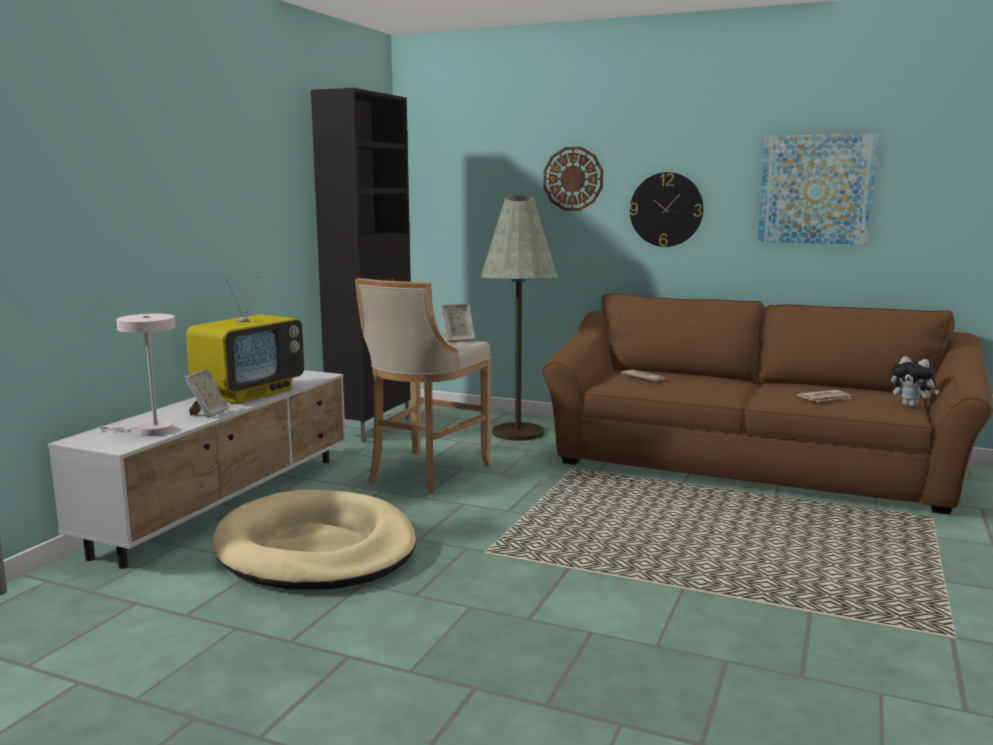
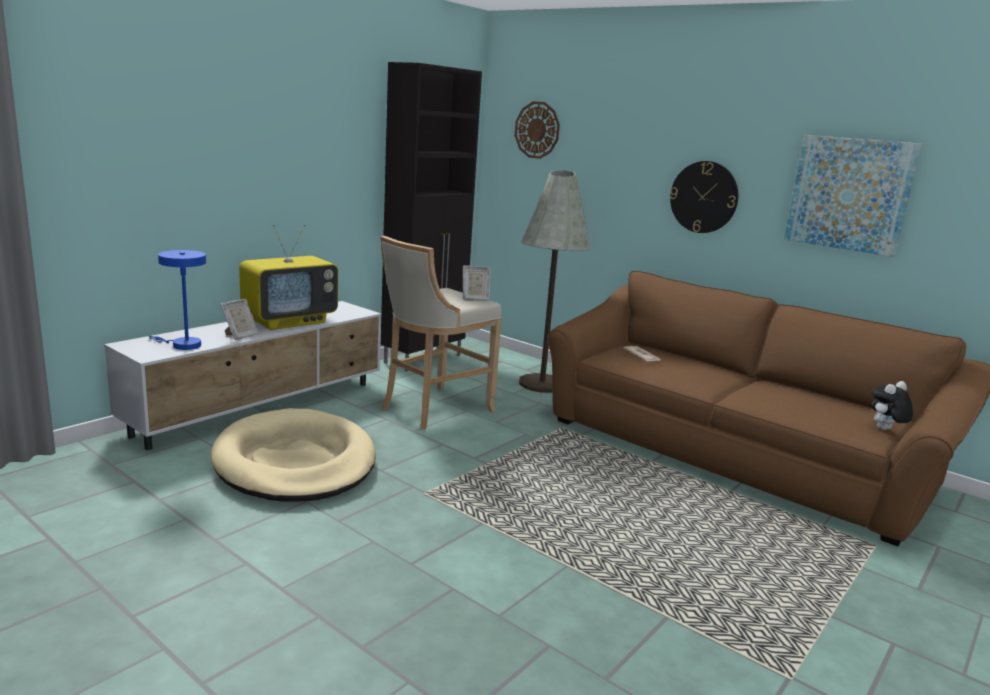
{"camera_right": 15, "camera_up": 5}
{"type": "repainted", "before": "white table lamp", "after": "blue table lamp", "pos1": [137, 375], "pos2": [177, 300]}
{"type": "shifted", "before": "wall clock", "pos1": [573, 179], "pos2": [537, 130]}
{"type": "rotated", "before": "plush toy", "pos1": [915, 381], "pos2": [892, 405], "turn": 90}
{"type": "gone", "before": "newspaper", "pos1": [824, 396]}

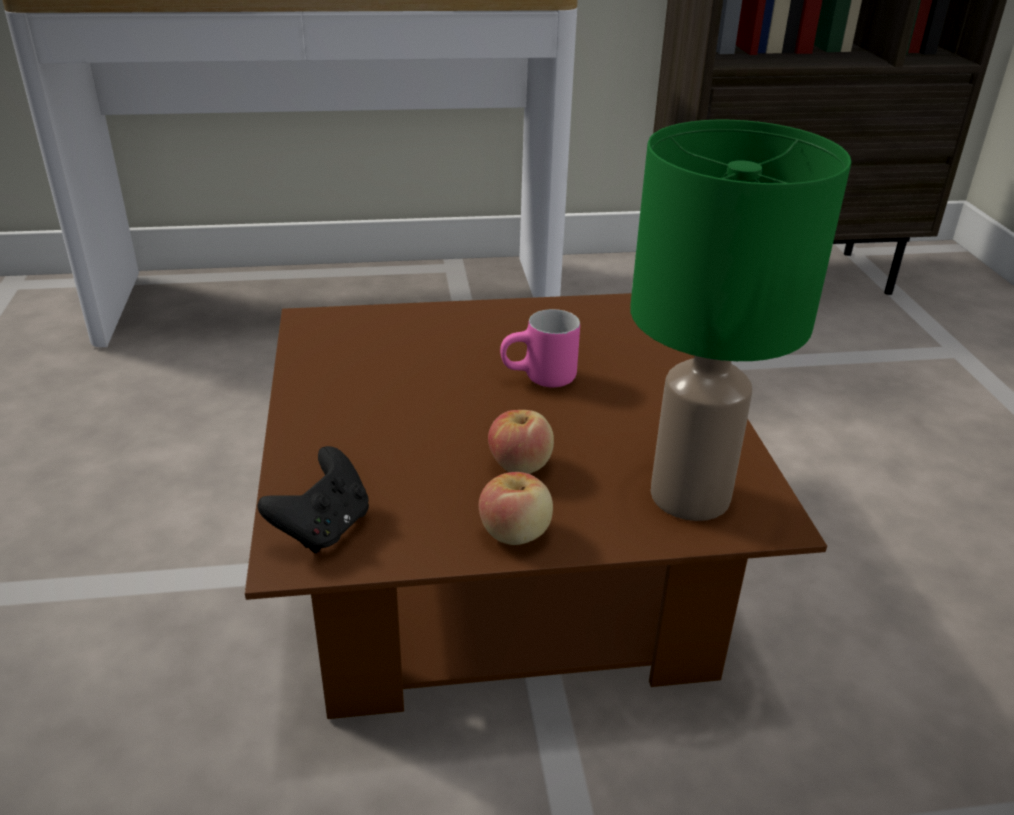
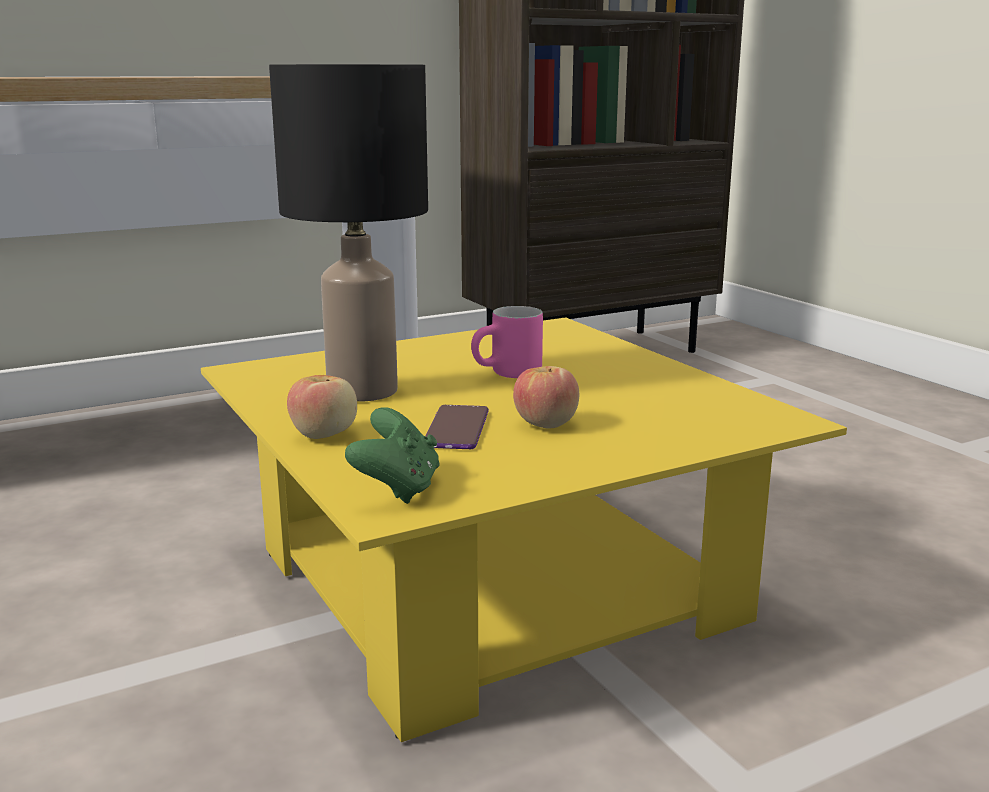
{"camera_right": -20, "camera_up": -15}
{"type": "repainted", "before": "brown coffee table", "after": "yellow coffee table", "pos1": [536, 506], "pos2": [524, 529]}
{"type": "new", "after": "black table lamp", "pos2": [348, 233]}
{"type": "shifted", "before": "apple", "pos1": [516, 508], "pos2": [322, 407]}
{"type": "repainted", "before": "black game controller", "after": "green game controller", "pos1": [313, 499], "pos2": [392, 455]}
{"type": "new", "after": "phone", "pos2": [457, 427]}
{"type": "gone", "before": "green table lamp", "pos1": [740, 320]}

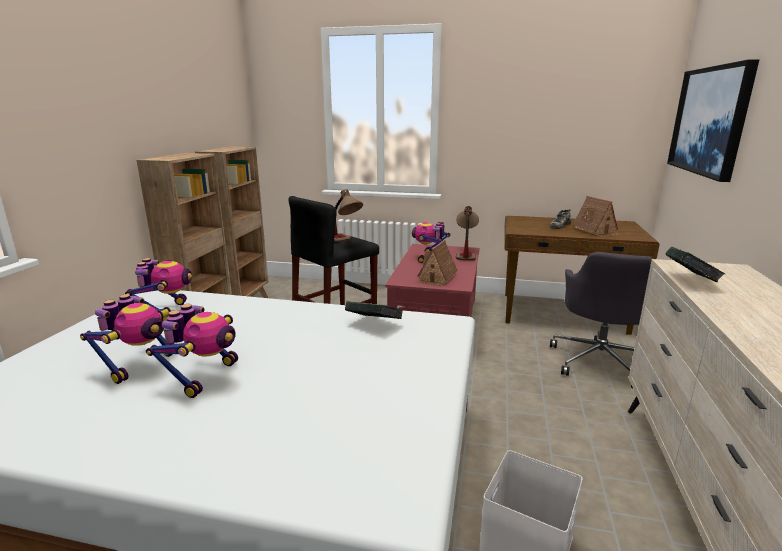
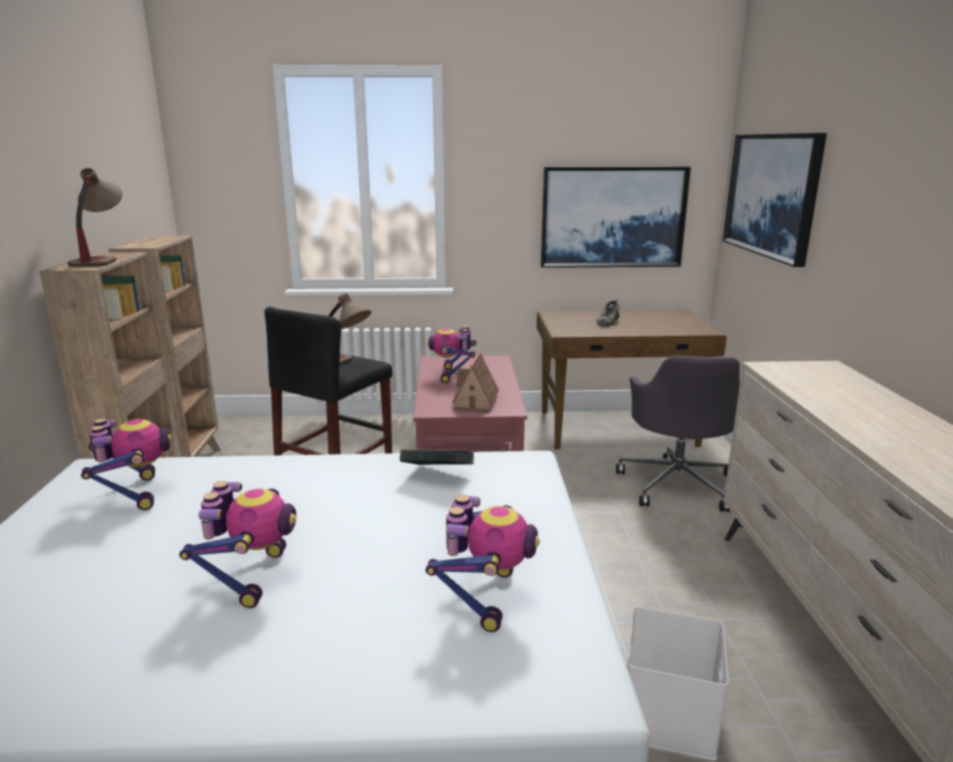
{"camera_right": -15, "camera_up": 0}
{"type": "shifted", "before": "table lamp", "pos1": [467, 233], "pos2": [95, 217]}
{"type": "shifted", "before": "toy robot", "pos1": [127, 339], "pos2": [482, 563]}
{"type": "new", "after": "picture", "pos2": [616, 217]}
{"type": "gone", "before": "toy house", "pos1": [596, 216]}
{"type": "gone", "before": "book", "pos1": [695, 264]}

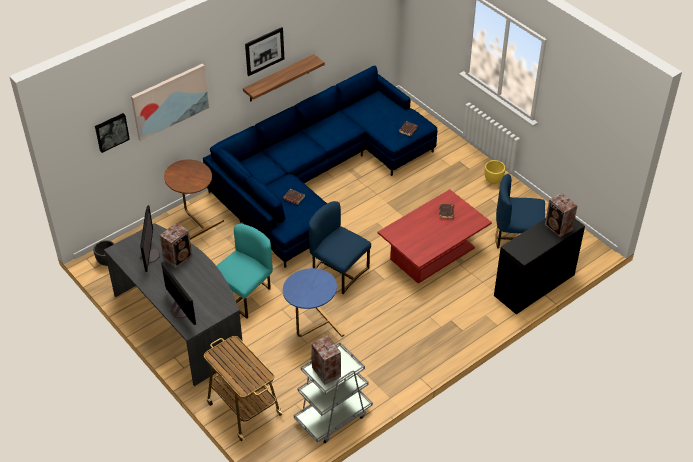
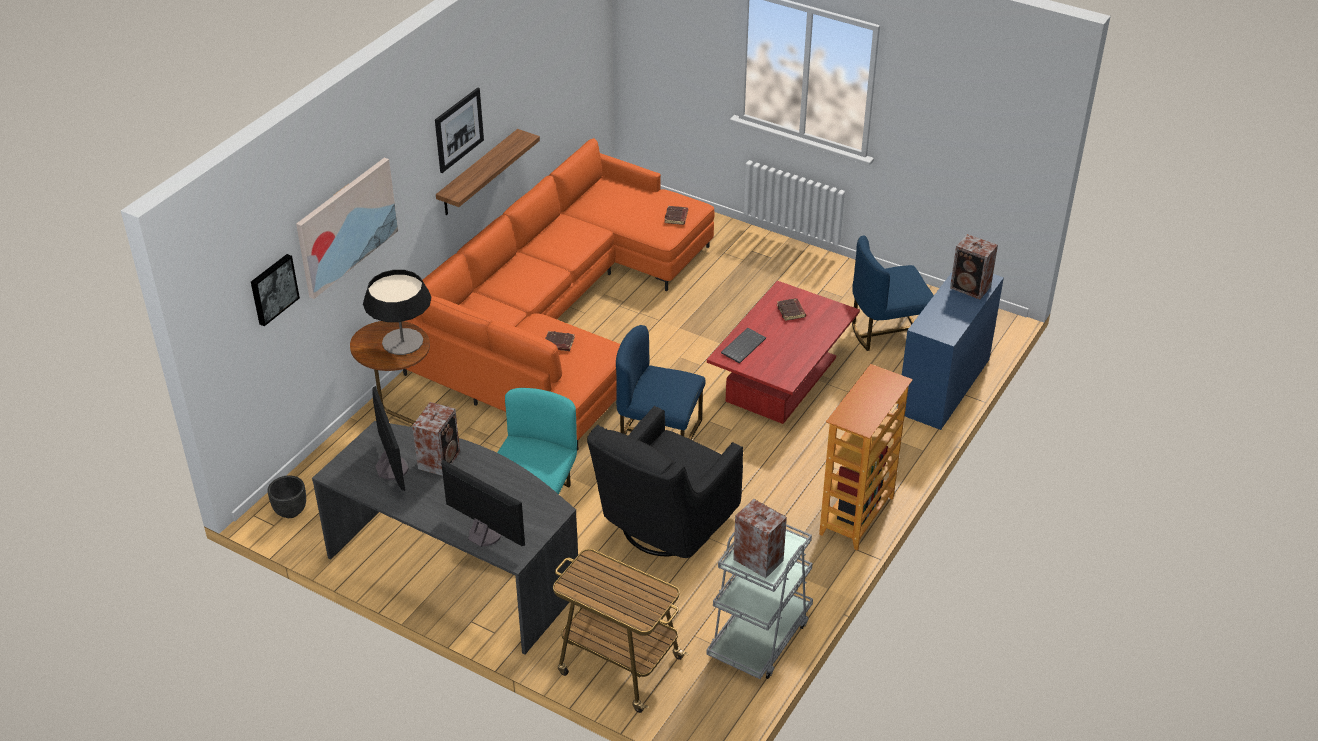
{"camera_right": -20, "camera_up": -5}
{"type": "new", "after": "table lamp", "pos2": [397, 312]}
{"type": "repainted", "before": "blue sofa", "after": "orange sofa", "pos1": [320, 167], "pos2": [559, 294]}
{"type": "swapped", "before": "blue side table", "after": "black armchair", "pos1": [313, 302], "pos2": [665, 482]}
{"type": "new", "after": "keyboard", "pos2": [743, 346]}
{"type": "new", "after": "bookcase", "pos2": [866, 457]}
{"type": "repainted", "before": "black desk", "after": "blue desk", "pos1": [539, 266], "pos2": [950, 351]}
{"type": "gone", "before": "yellow planter", "pos1": [495, 172]}

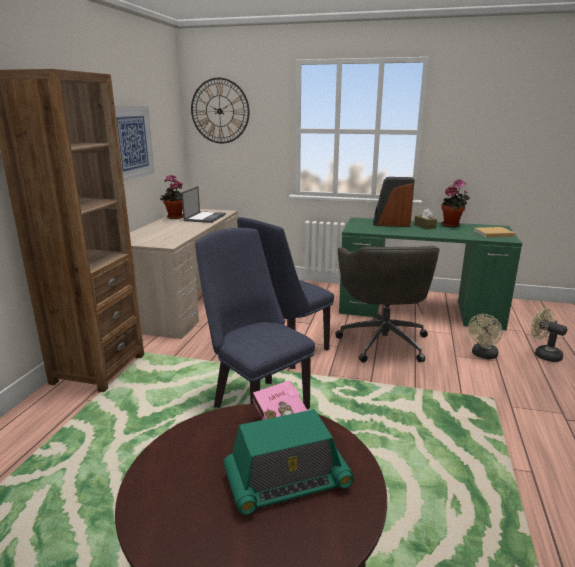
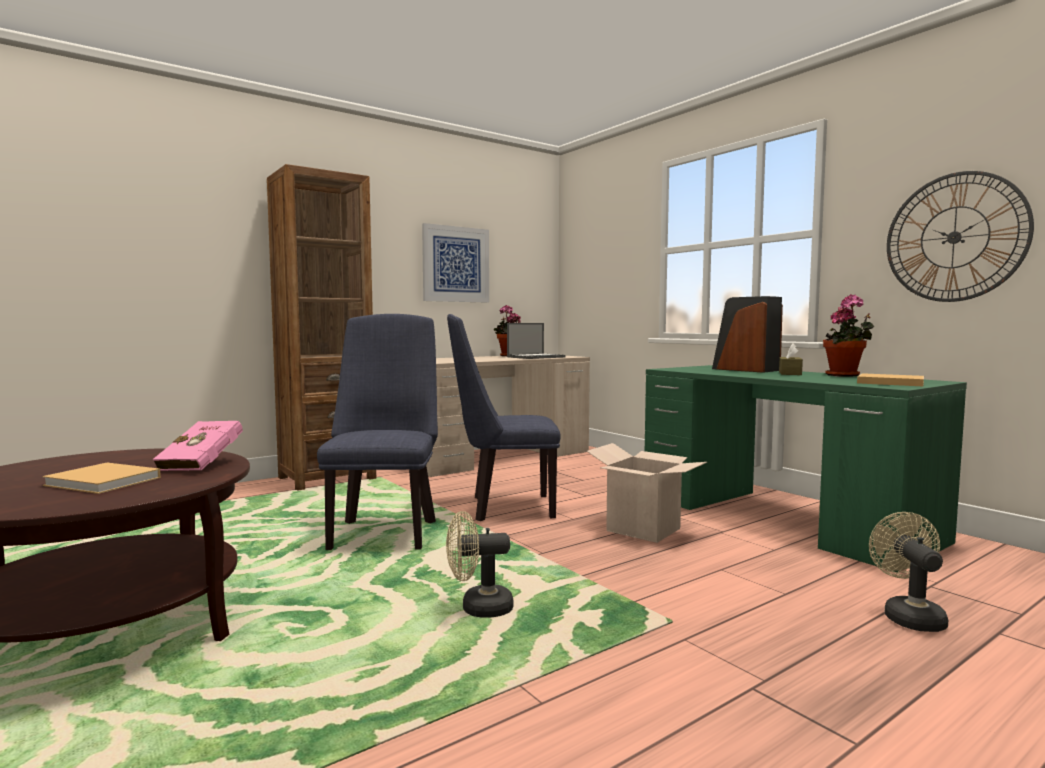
{"camera_right": 40, "camera_up": -15}
{"type": "swapped", "before": "radio", "after": "beige book", "pos1": [288, 462], "pos2": [101, 478]}
{"type": "shifted", "before": "beige fan", "pos1": [485, 336], "pos2": [479, 564]}
{"type": "swapped", "before": "grey office chair", "after": "cardboard box", "pos1": [387, 304], "pos2": [647, 493]}
{"type": "shifted", "before": "wall clock", "pos1": [220, 111], "pos2": [960, 236]}

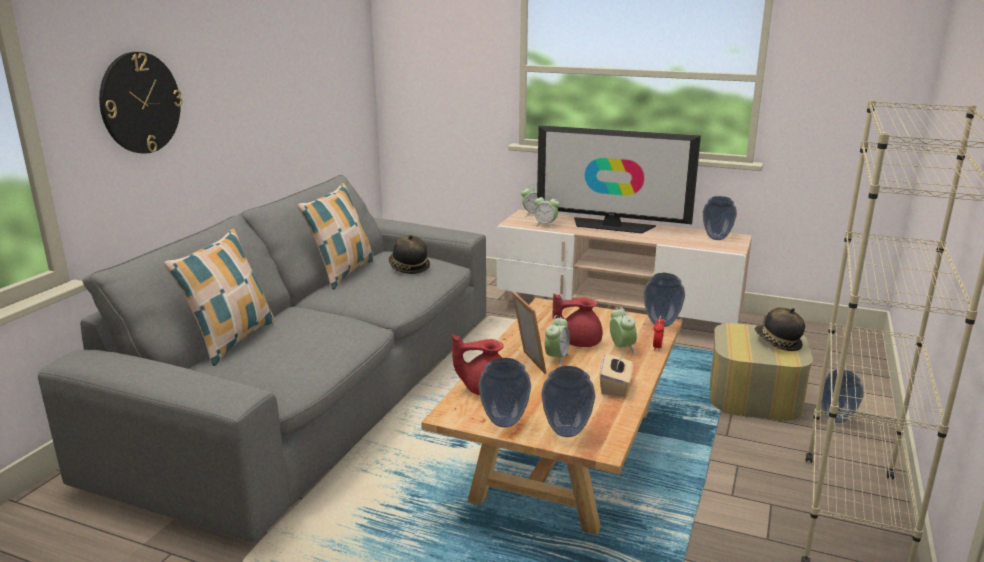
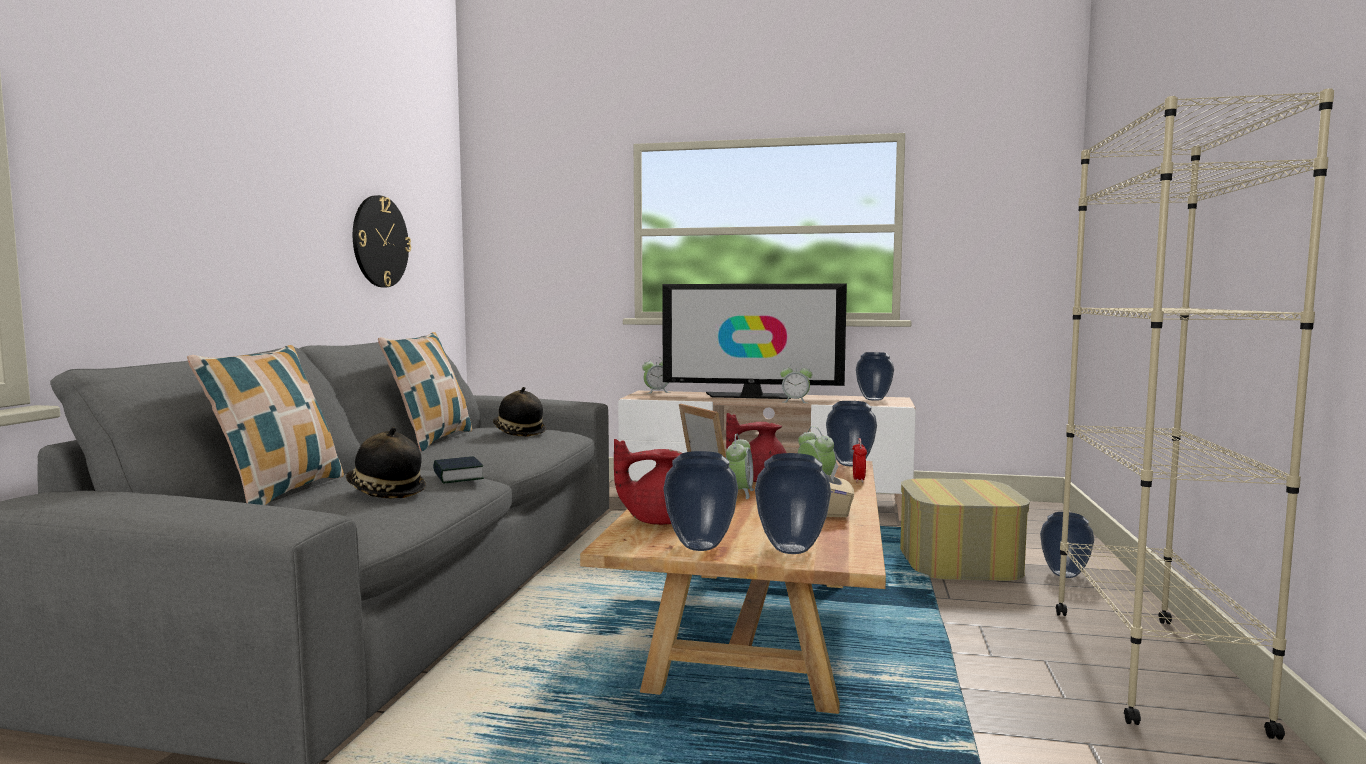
{"camera_right": -10, "camera_up": -15}
{"type": "shifted", "before": "hat", "pos1": [780, 329], "pos2": [386, 462]}
{"type": "shifted", "before": "wall clock", "pos1": [140, 103], "pos2": [382, 241]}
{"type": "new", "after": "book", "pos2": [458, 470]}
{"type": "shifted", "before": "alarm clock", "pos1": [546, 211], "pos2": [796, 384]}

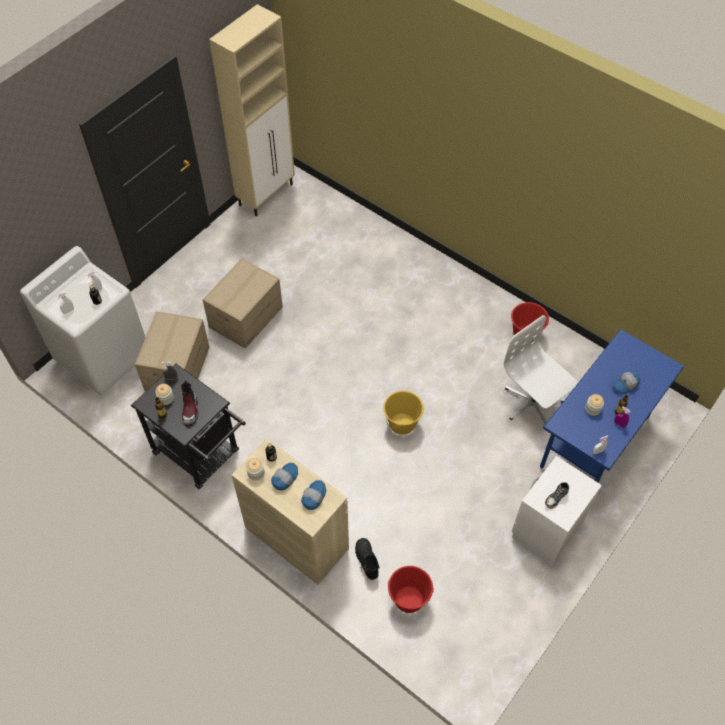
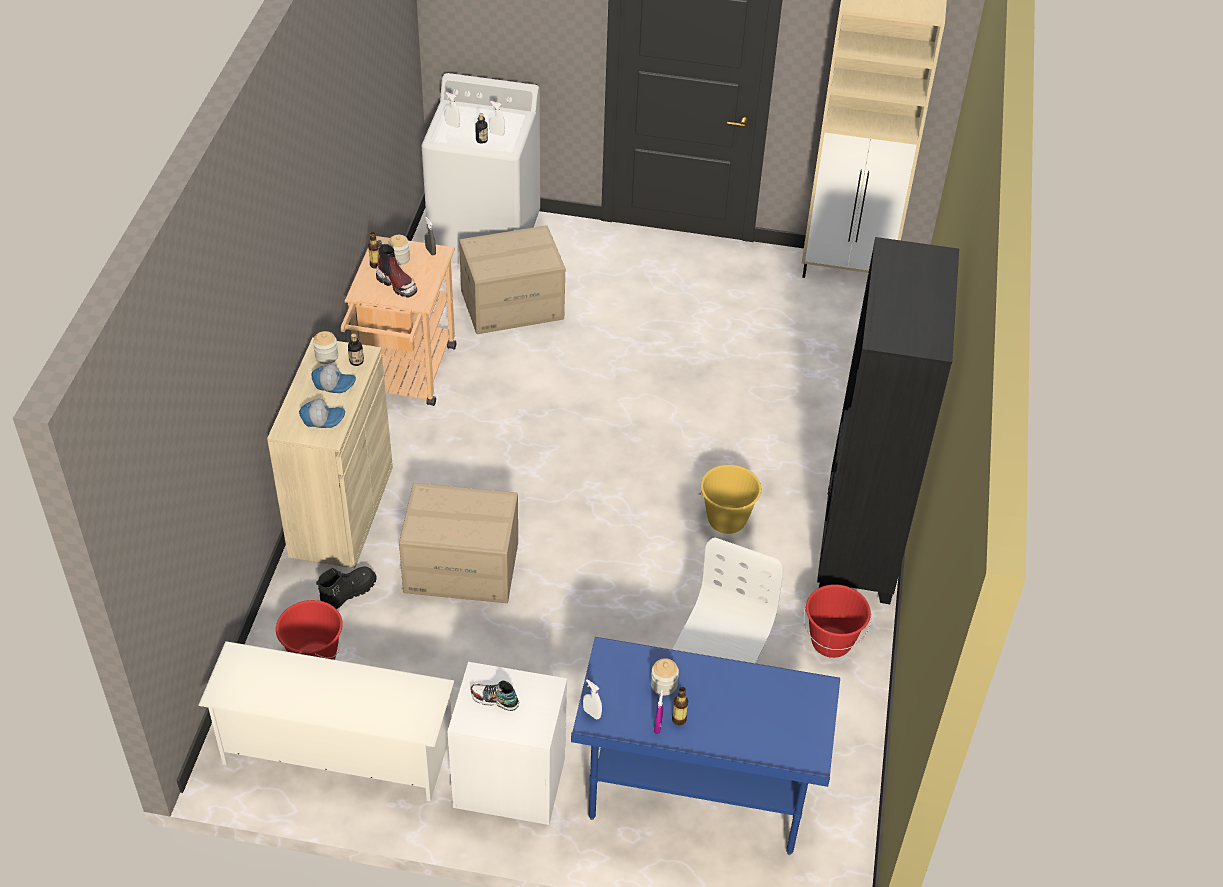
{"camera_right": 60, "camera_up": -10}
{"type": "new", "after": "white shoe rack", "pos2": [326, 721]}
{"type": "repainted", "before": "black cart", "after": "beige cart", "pos1": [188, 426], "pos2": [398, 321]}
{"type": "rotated", "before": "boot", "pos1": [189, 402], "pos2": [396, 268], "turn": -105}
{"type": "shifted", "before": "cardboard box", "pos1": [243, 304], "pos2": [458, 543]}
{"type": "shifted", "before": "yellow bucket", "pos1": [403, 413], "pos2": [730, 499]}
{"type": "new", "after": "black bookcase", "pos2": [888, 420]}
{"type": "gone", "before": "cap", "pos1": [626, 383]}

